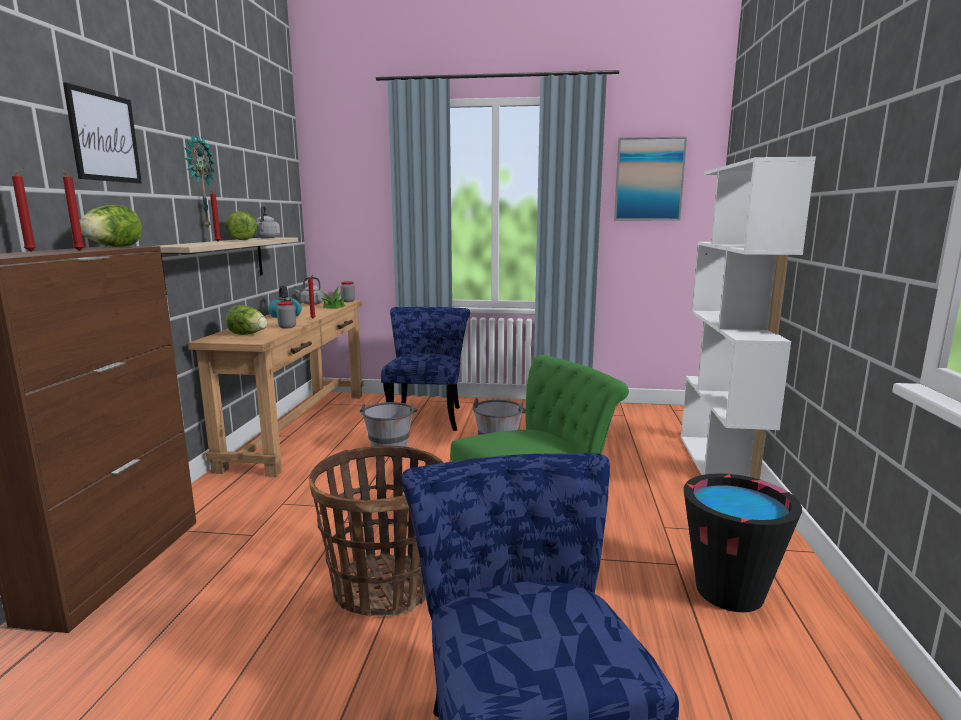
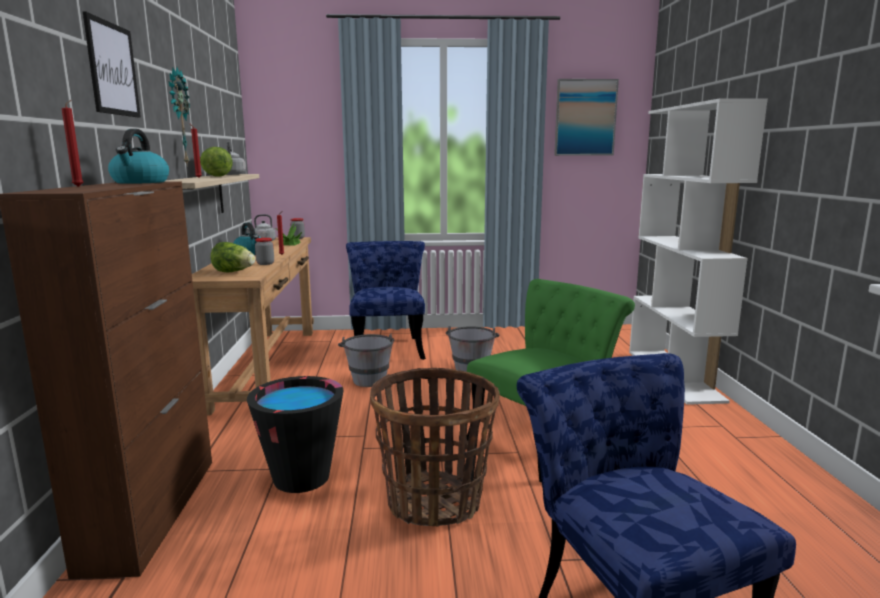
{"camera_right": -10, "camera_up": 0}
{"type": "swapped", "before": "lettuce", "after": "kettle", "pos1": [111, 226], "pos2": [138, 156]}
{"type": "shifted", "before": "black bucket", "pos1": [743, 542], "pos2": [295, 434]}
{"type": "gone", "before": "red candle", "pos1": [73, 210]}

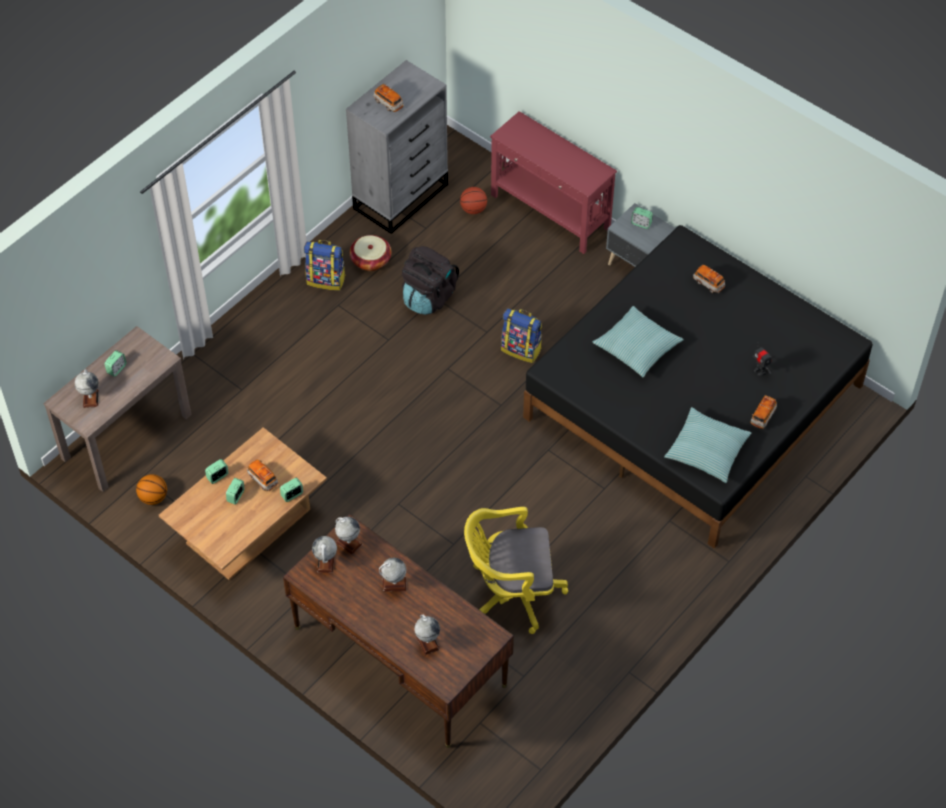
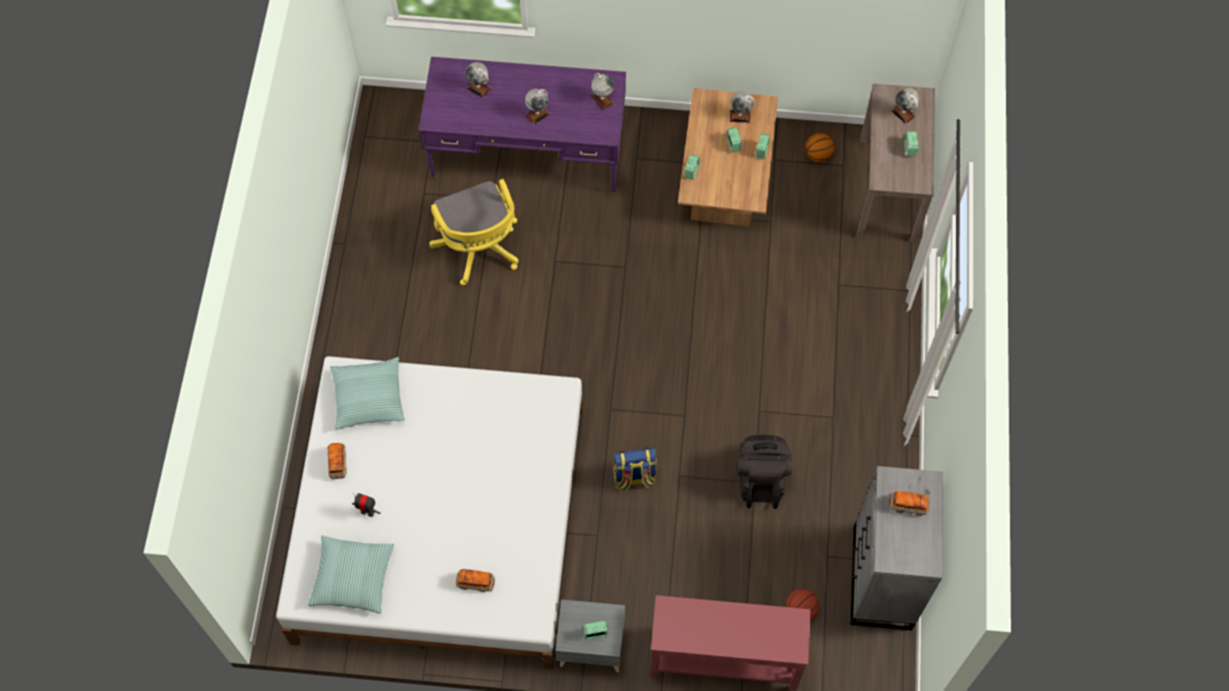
{"camera_right": 145, "camera_up": 10}
{"type": "repainted", "before": "black bed", "after": "white bed", "pos1": [698, 387], "pos2": [429, 512]}
{"type": "shifted", "before": "pillow", "pos1": [638, 341], "pos2": [351, 575]}
{"type": "repainted", "before": "brown desk", "after": "purple desk", "pos1": [398, 631], "pos2": [522, 125]}
{"type": "rotated", "before": "yellow office chair", "pos1": [516, 570], "pos2": [474, 232], "turn": 105}
{"type": "shifted", "before": "globe", "pos1": [349, 536], "pos2": [742, 107]}
{"type": "gone", "before": "toy car", "pos1": [262, 475]}
{"type": "gone", "before": "backpack", "pos1": [325, 265]}
{"type": "gone", "before": "basket", "pos1": [370, 253]}

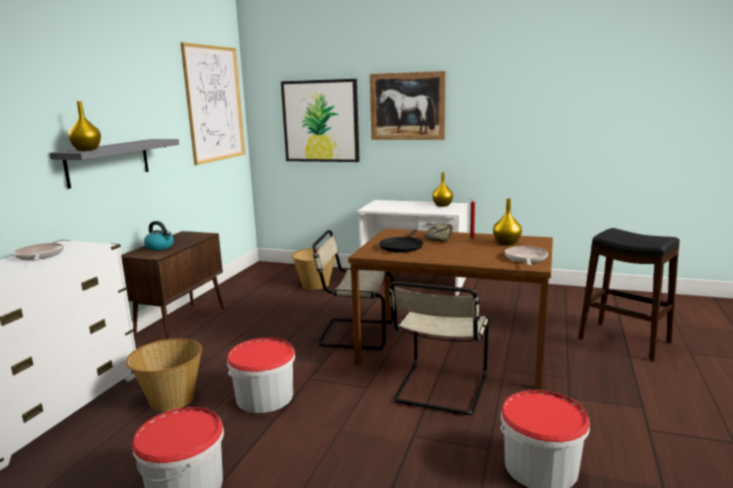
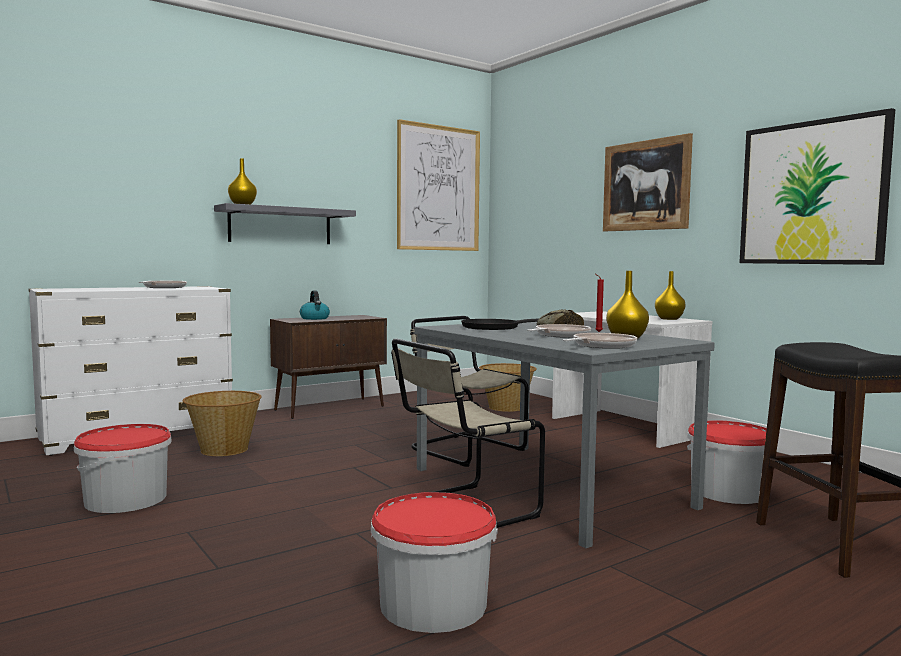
{"camera_right": 35, "camera_up": -10}
{"type": "repainted", "before": "brown dining table", "after": "grey dining table", "pos1": [450, 309], "pos2": [564, 435]}
{"type": "new", "after": "frying pan", "pos2": [559, 331]}
{"type": "shifted", "before": "bucket", "pos1": [261, 375], "pos2": [727, 462]}
{"type": "shifted", "before": "picture", "pos1": [320, 120], "pos2": [817, 186]}

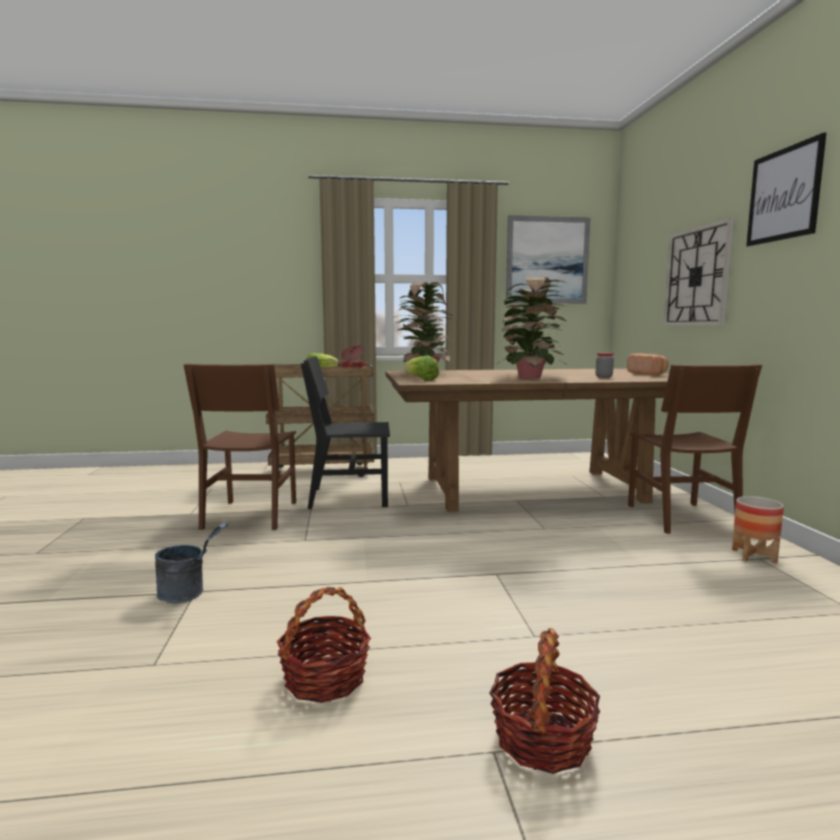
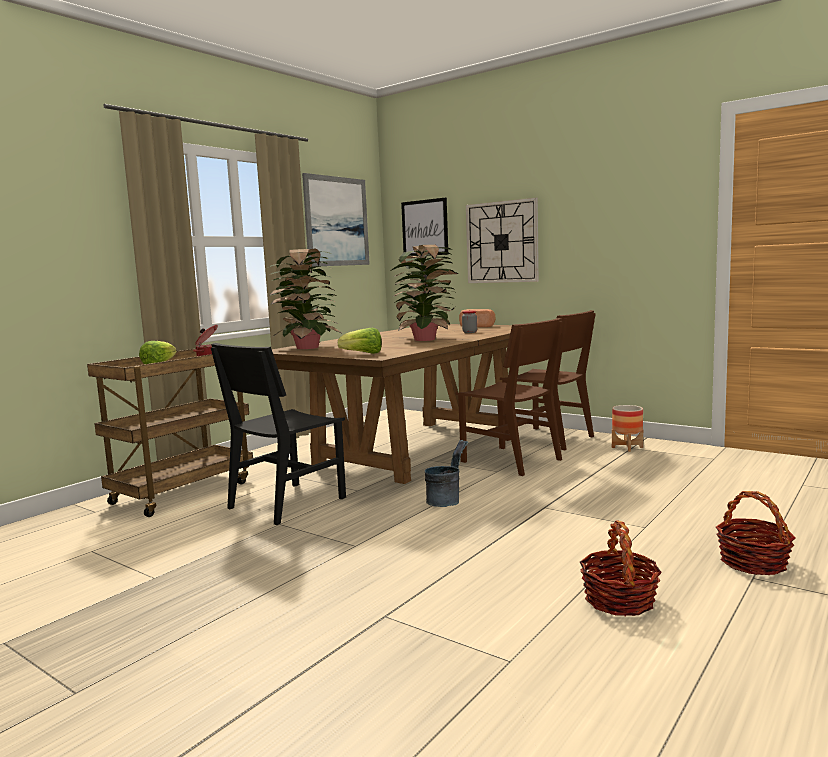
{"camera_right": -45, "camera_up": 0}
{"type": "shifted", "before": "picture", "pos1": [786, 189], "pos2": [424, 226]}
{"type": "shifted", "before": "grey bucket", "pos1": [192, 563], "pos2": [446, 473]}
{"type": "shifted", "before": "brown chair", "pos1": [240, 447], "pos2": [509, 397]}

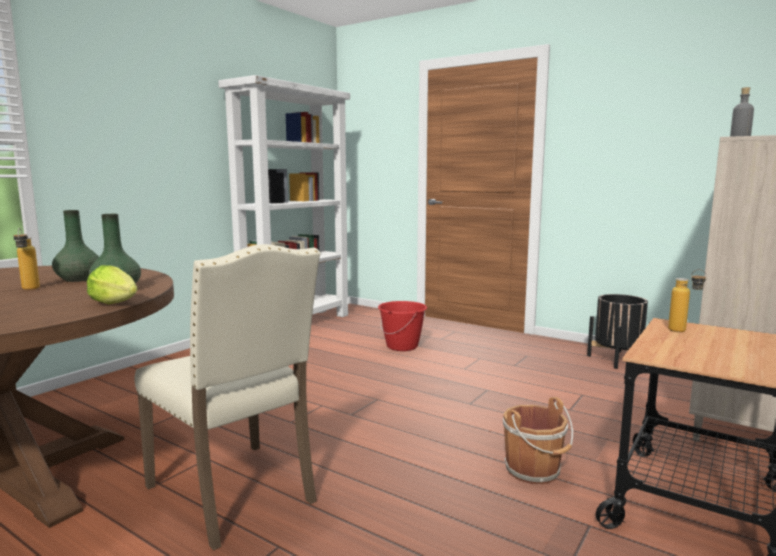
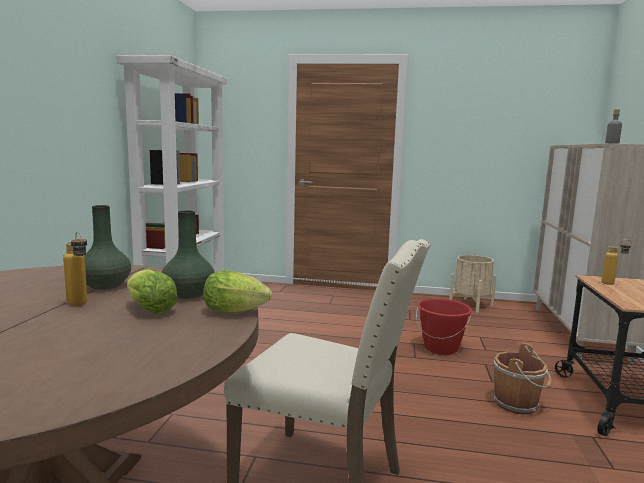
{"camera_right": -25, "camera_up": 0}
{"type": "new", "after": "lettuce", "pos2": [152, 291]}
{"type": "shifted", "before": "red bucket", "pos1": [402, 326], "pos2": [444, 326]}
{"type": "repainted", "before": "black planter", "after": "beige planter", "pos1": [618, 331], "pos2": [472, 284]}

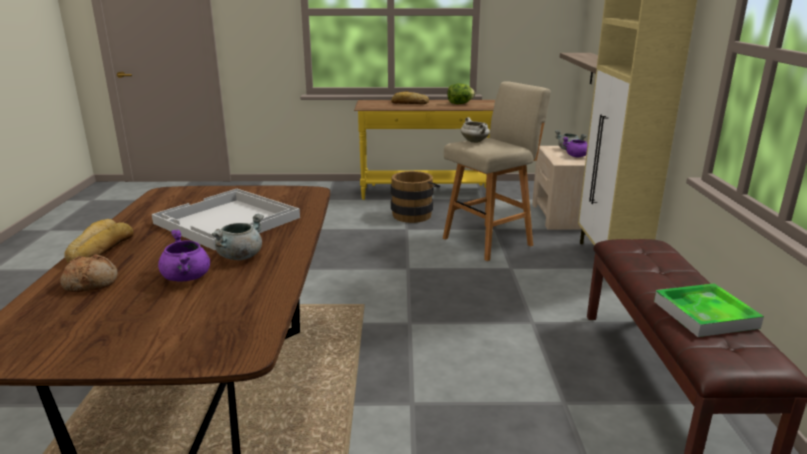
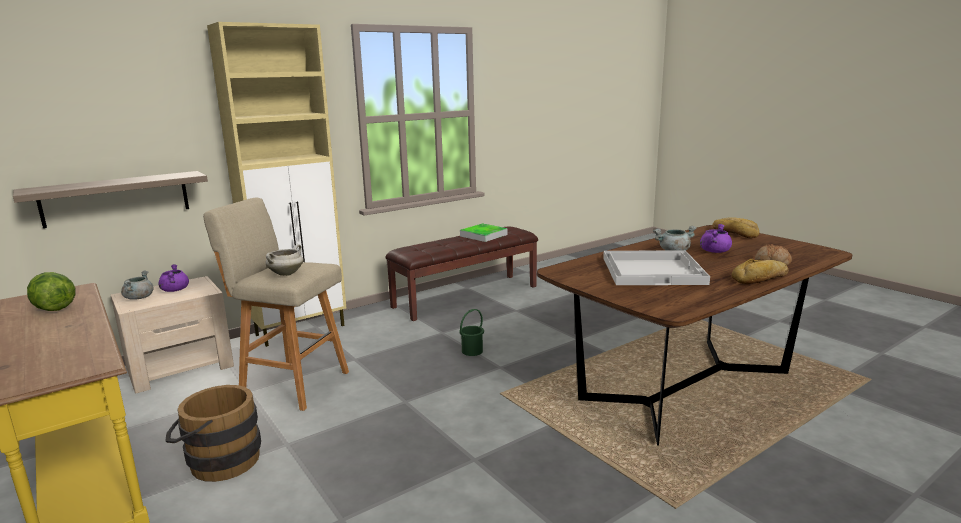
{"camera_right": -125, "camera_up": -5}
{"type": "new", "after": "green bucket", "pos2": [471, 332]}
{"type": "shifted", "before": "bread", "pos1": [410, 97], "pos2": [735, 227]}

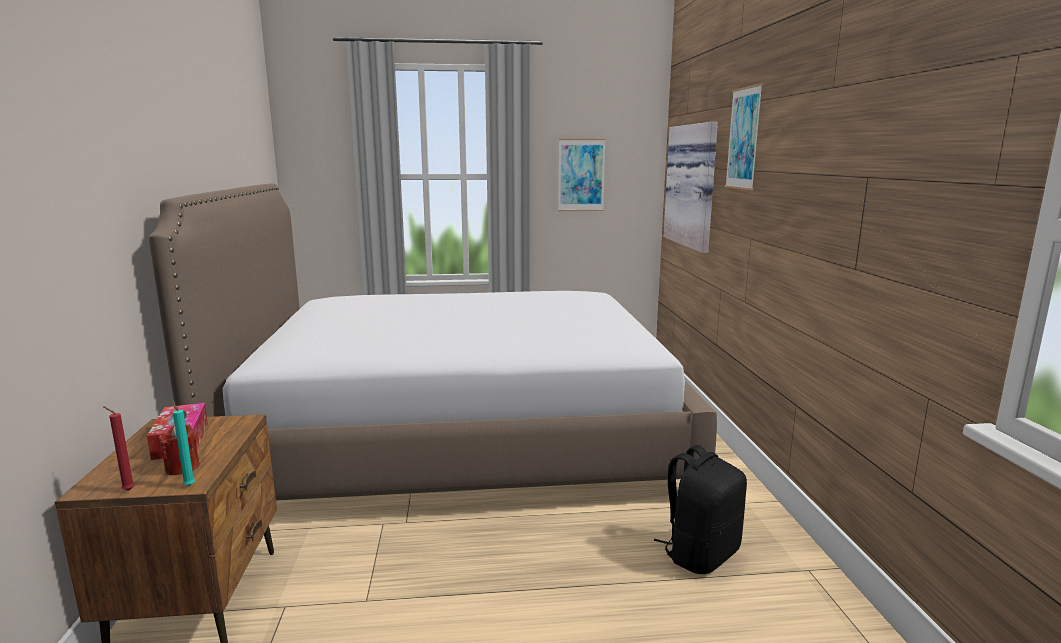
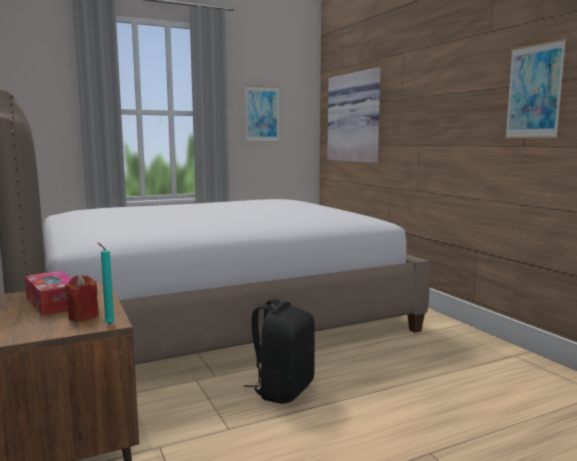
{"camera_right": -20, "camera_up": -5}
{"type": "shifted", "before": "black backpack", "pos1": [700, 509], "pos2": [279, 351]}
{"type": "shifted", "before": "picture", "pos1": [744, 136], "pos2": [536, 88]}
{"type": "gone", "before": "red candle", "pos1": [119, 448]}

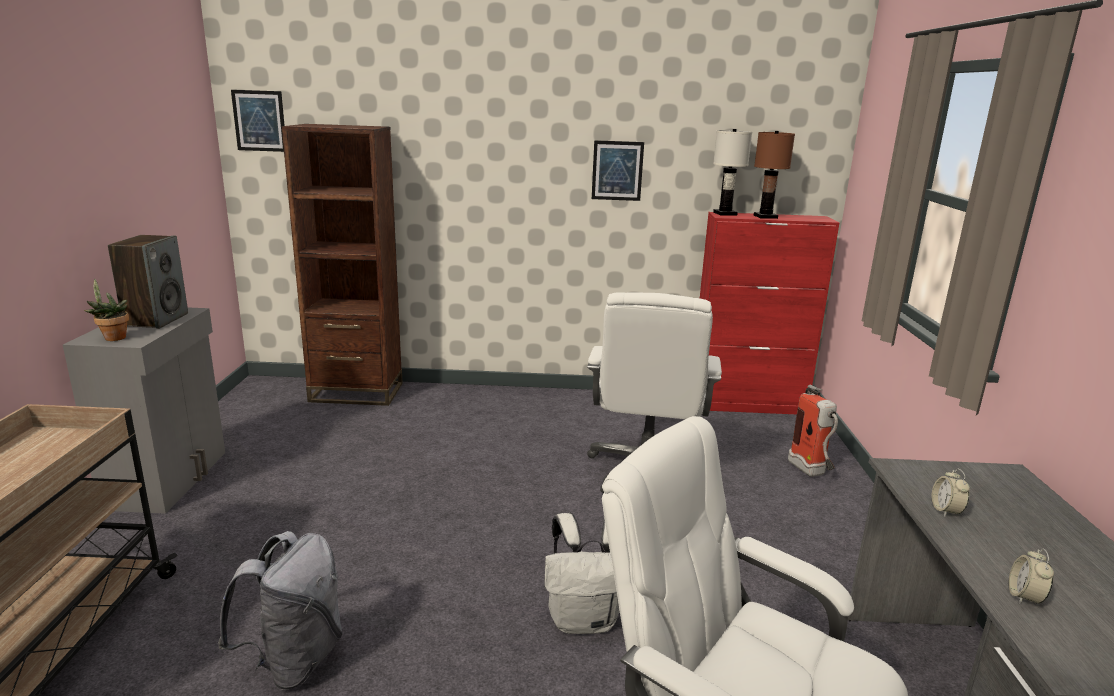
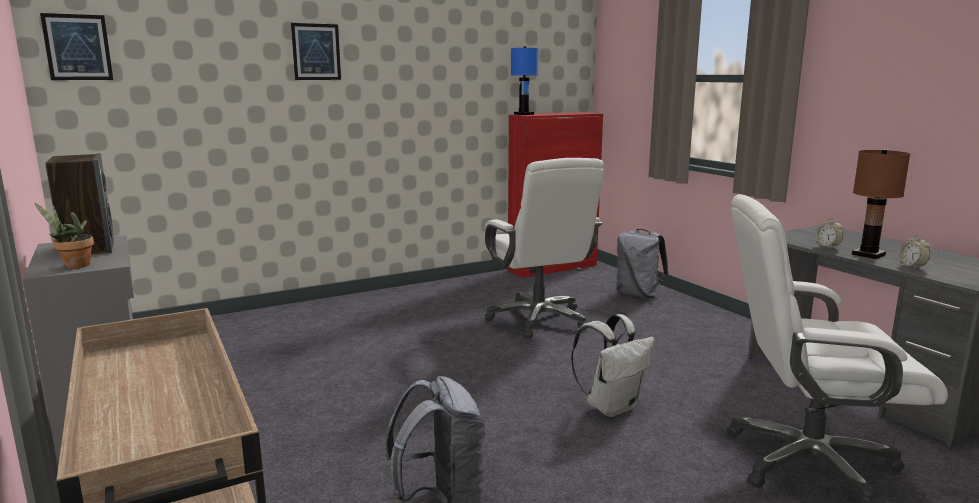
{"camera_right": -30, "camera_up": -5}
{"type": "shifted", "before": "picture", "pos1": [618, 170], "pos2": [316, 51]}
{"type": "repainted", "before": "white table lamp", "after": "blue table lamp", "pos1": [732, 172], "pos2": [525, 81]}
{"type": "swapped", "before": "fire extinguisher", "after": "grey backpack", "pos1": [813, 430], "pos2": [642, 263]}
{"type": "shifted", "before": "brown table lamp", "pos1": [774, 175], "pos2": [881, 204]}
{"type": "gone", "before": "brown bookcase", "pos1": [342, 265]}

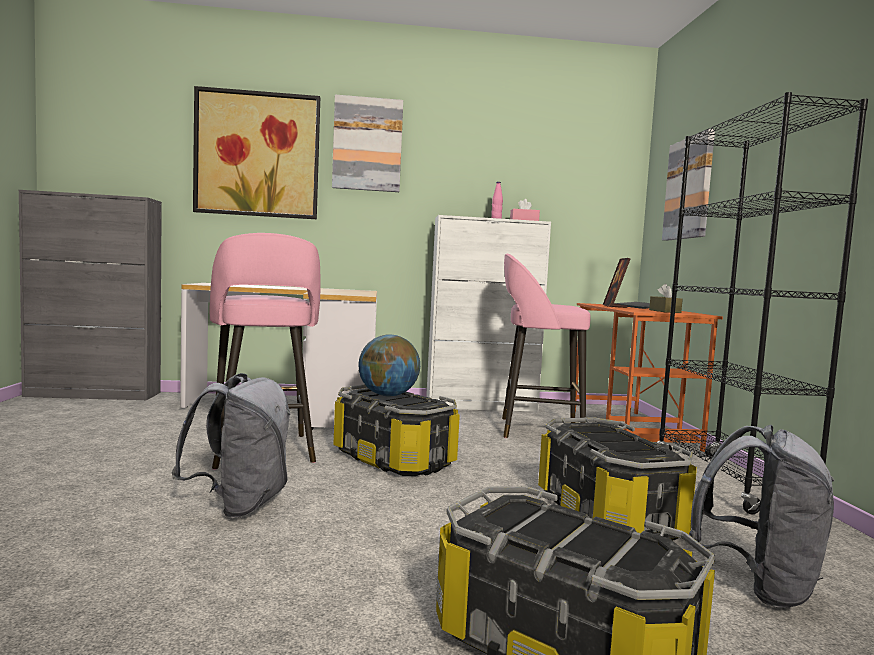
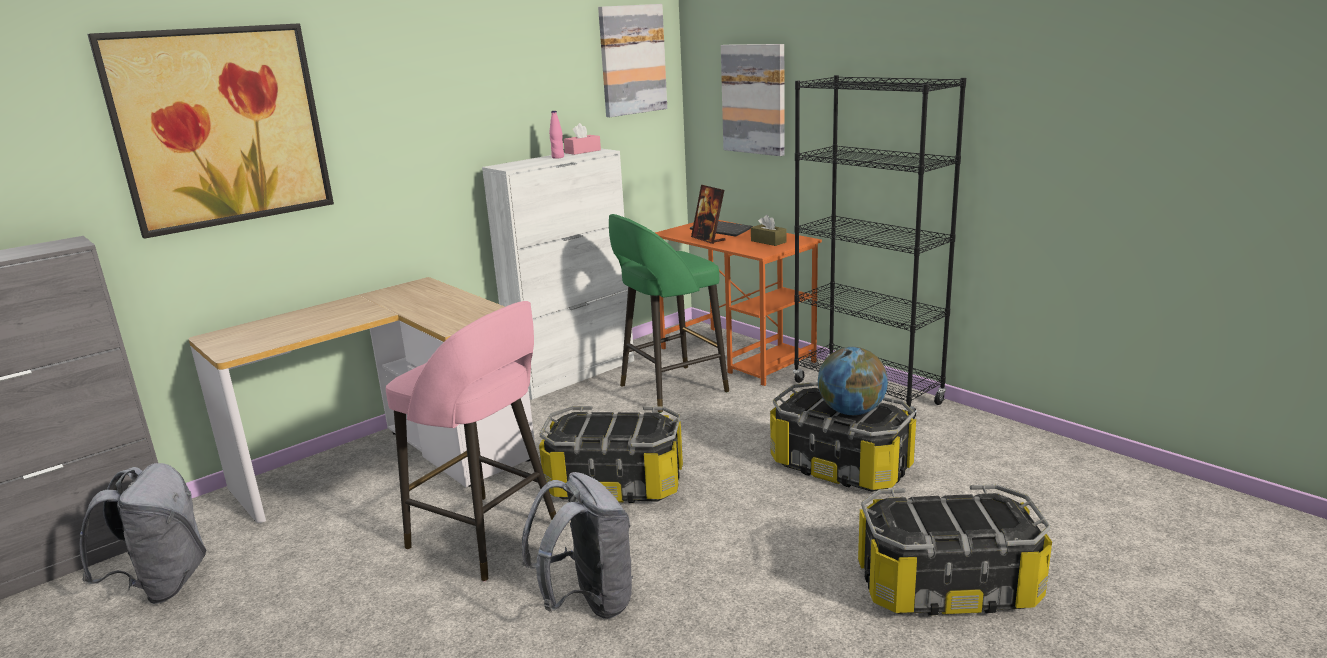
{"camera_right": -35, "camera_up": 15}
{"type": "shifted", "before": "grey backpack", "pos1": [762, 516], "pos2": [142, 533]}
{"type": "shifted", "before": "picture", "pos1": [367, 143], "pos2": [632, 60]}
{"type": "repainted", "before": "pink stool", "after": "green stool", "pos1": [546, 346], "pos2": [669, 313]}
{"type": "shifted", "before": "globe", "pos1": [389, 366], "pos2": [853, 381]}

